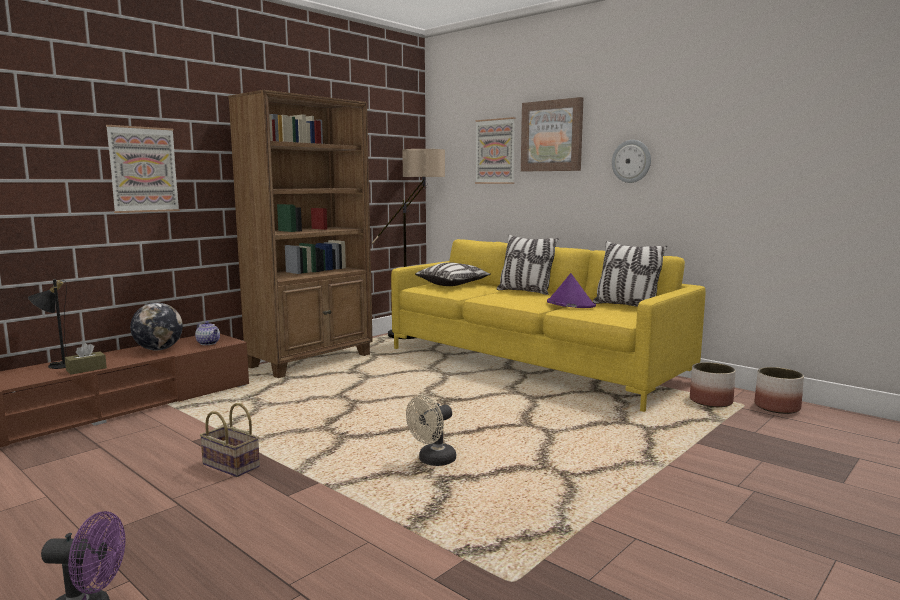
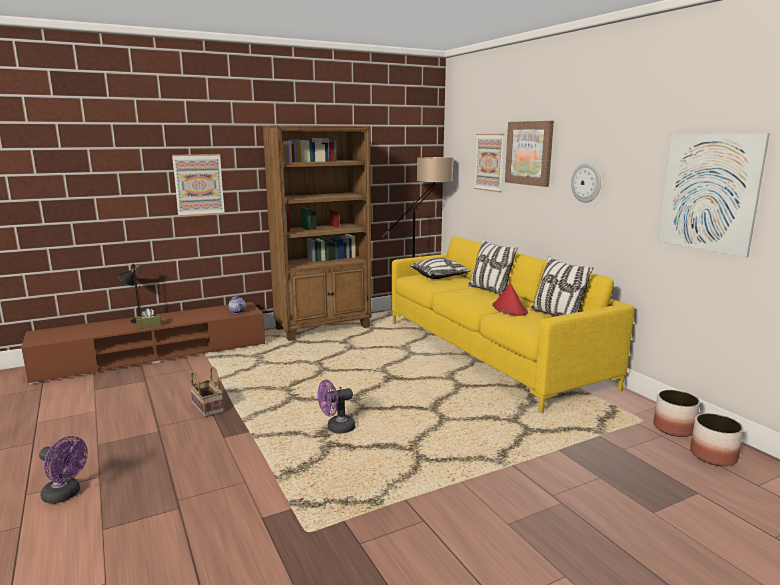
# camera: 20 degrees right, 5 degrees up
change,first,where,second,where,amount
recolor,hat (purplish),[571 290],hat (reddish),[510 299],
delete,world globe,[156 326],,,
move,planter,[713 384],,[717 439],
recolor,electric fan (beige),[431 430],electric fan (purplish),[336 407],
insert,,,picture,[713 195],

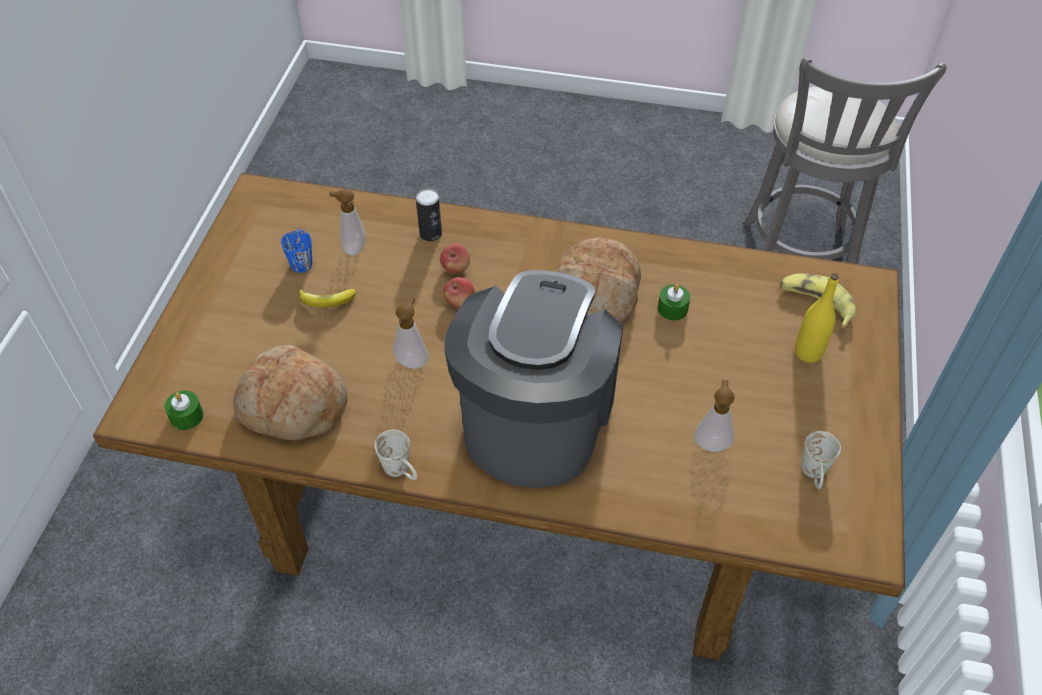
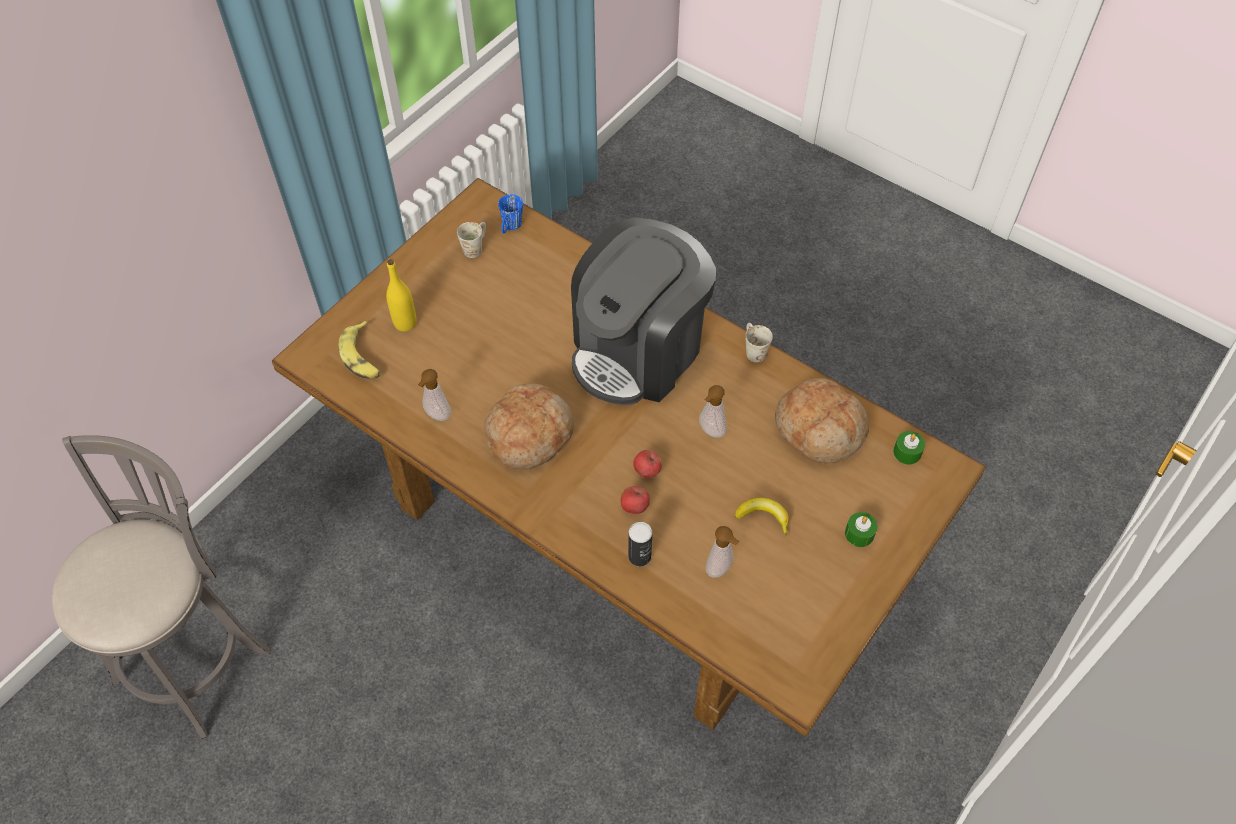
# camera: 155 degrees left, 5 degrees up
change,first,where,second,where,amount
move,mug (blue-coloured),[296 250],,[510 214],
move,candle (green-coloured),[674 302],,[861 529],
move,liquid soap bottle,[714 416],,[434 395],

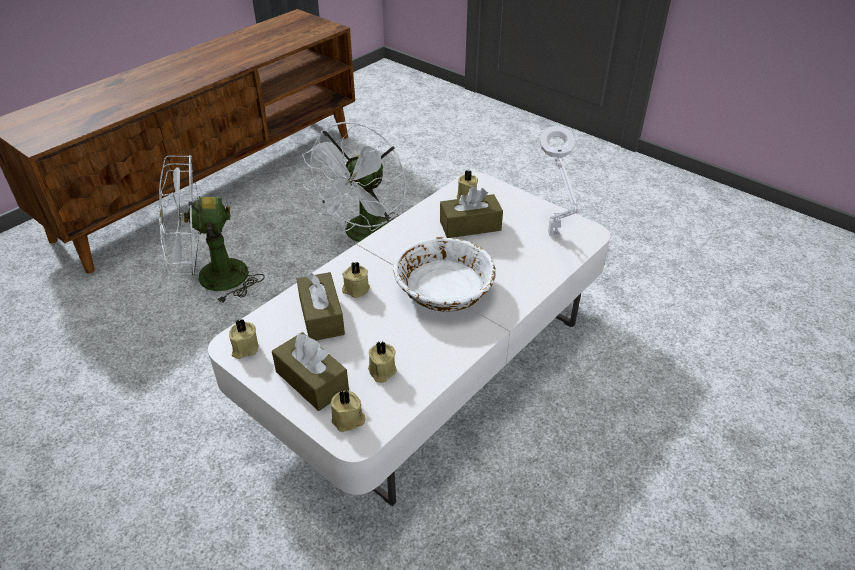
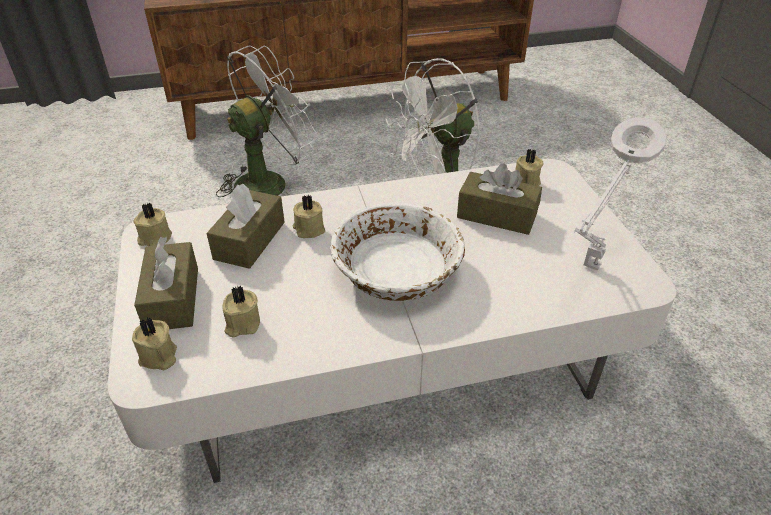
# camera: 35 degrees right, 0 degrees up
change,first,where,second,where,amount
rotate,electric fan (white),[211 230],,[267 121],120 degrees clockwise

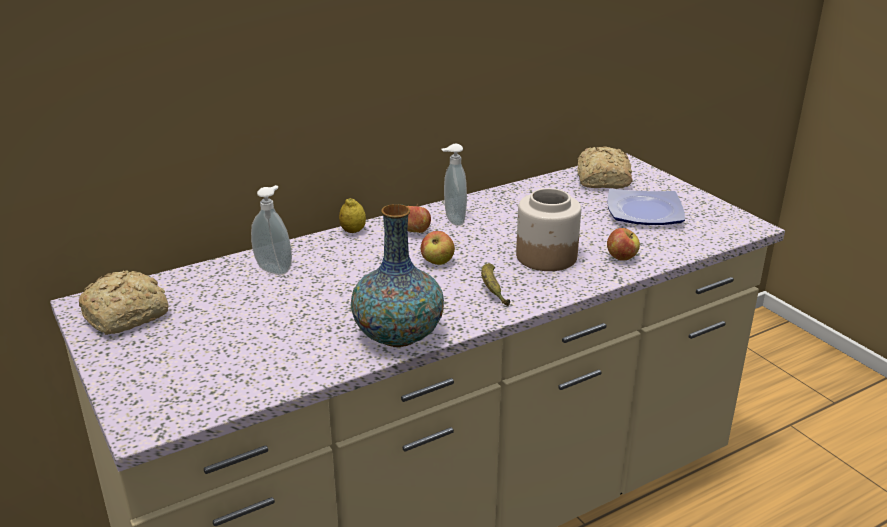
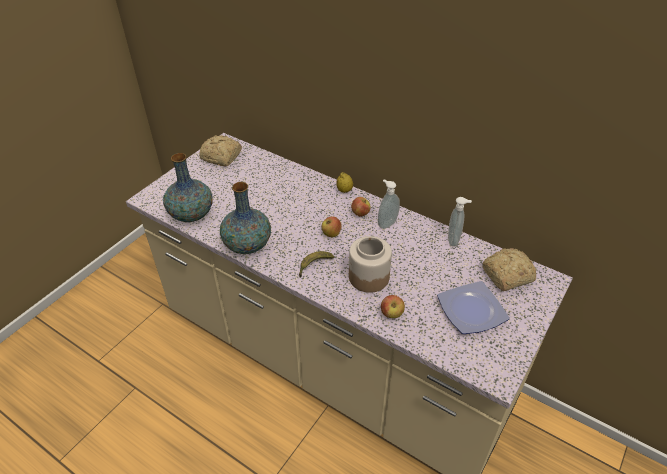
# camera: 65 degrees right, 15 degrees up
change,first,where,second,where,amount
move,liquid soap bottle,[271 230],,[460 222],
insert,,,decorative vase,[188 187],

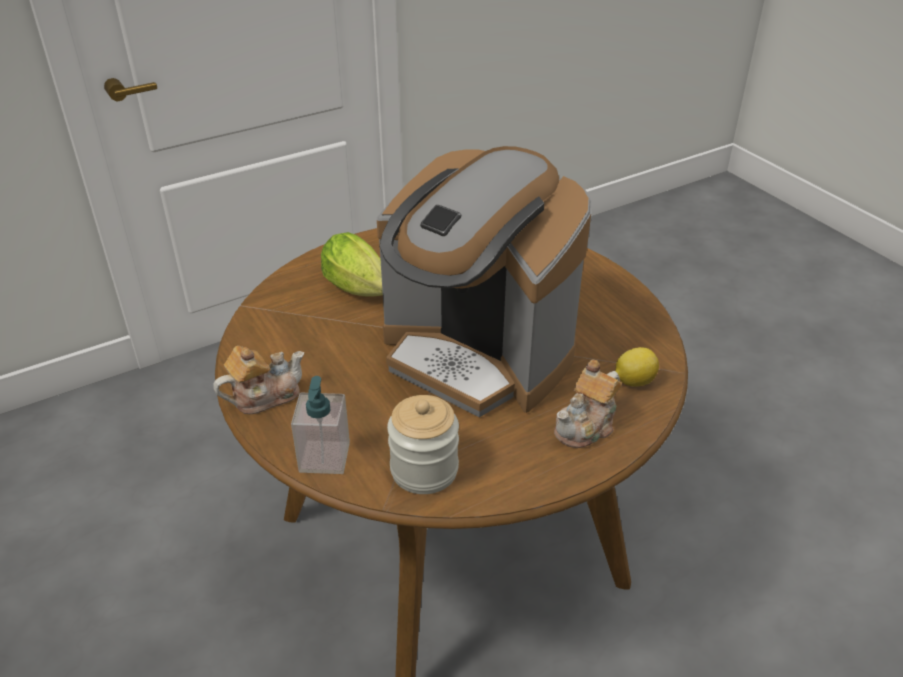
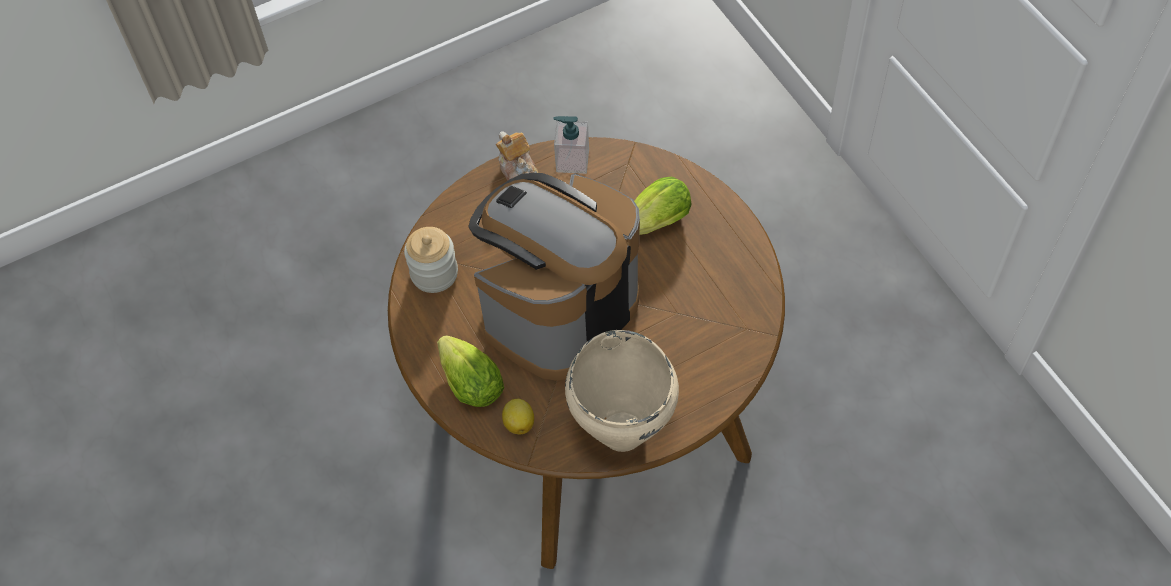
# camera: 95 degrees right, 20 degrees up
change,first,where,second,where,amount
replace,pot for tea,[588 403],lettuce head,[470 371],
move,liquid soap bottle,[320 425],,[571 145],
insert,,,saucepot (beige),[622 391],

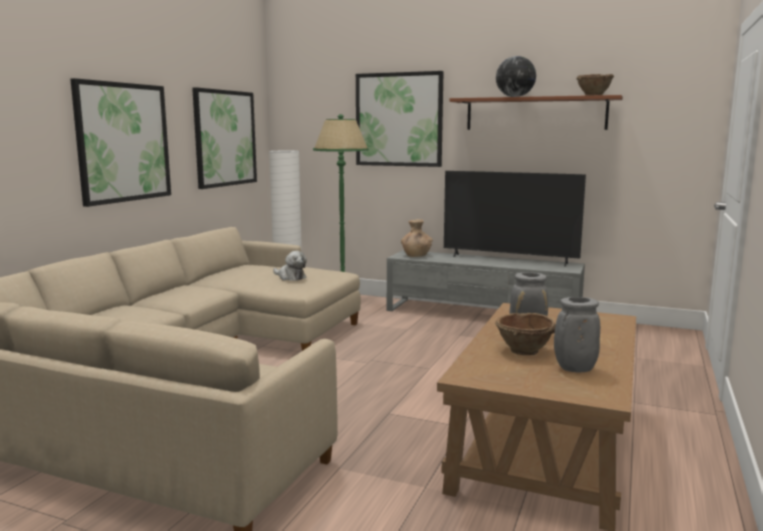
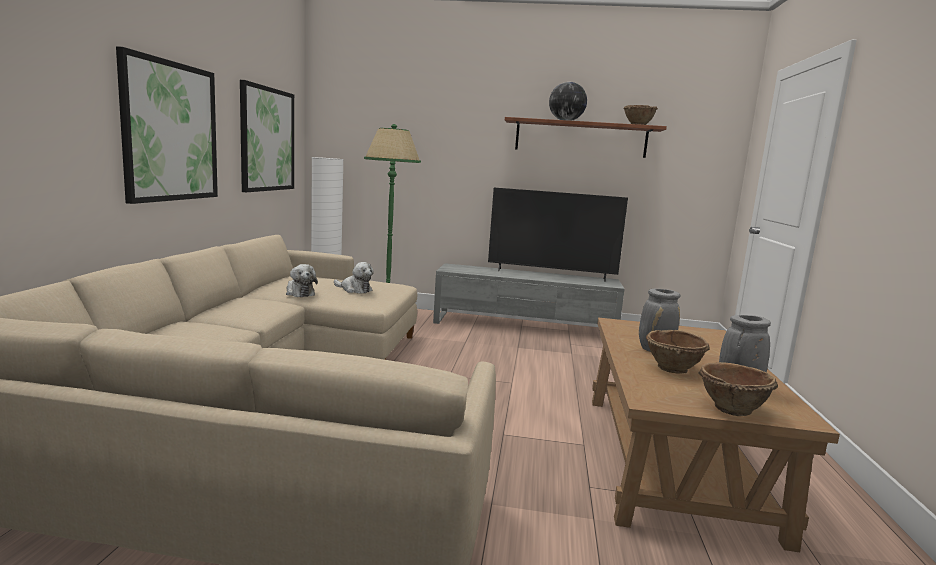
# camera: 15 degrees left, 0 degrees up
change,first,where,second,where,amount
delete,picture,[400 119],,,
delete,decorative vase (brownish),[417 238],,,
insert,,,soft toy,[302 280],
insert,,,bowl (brownish),[738 389],

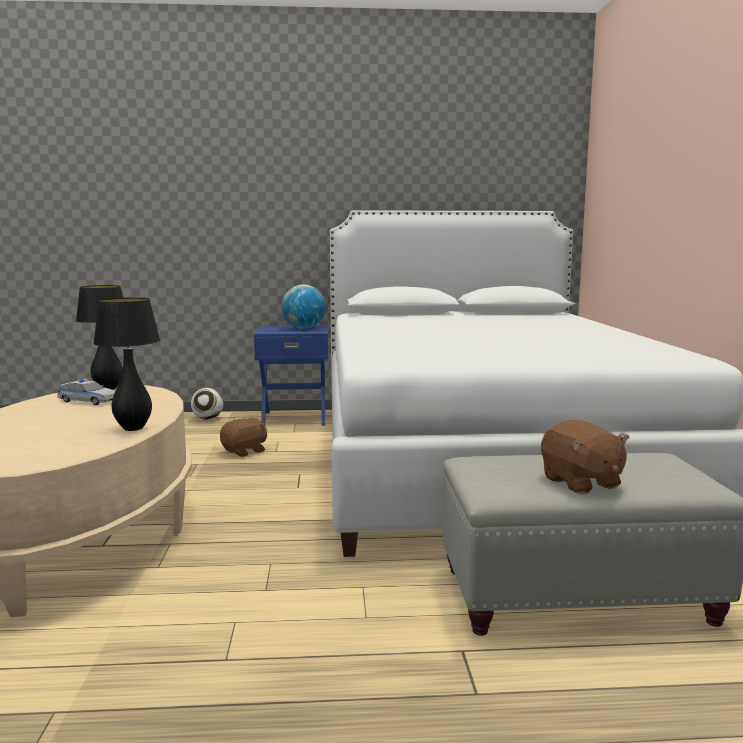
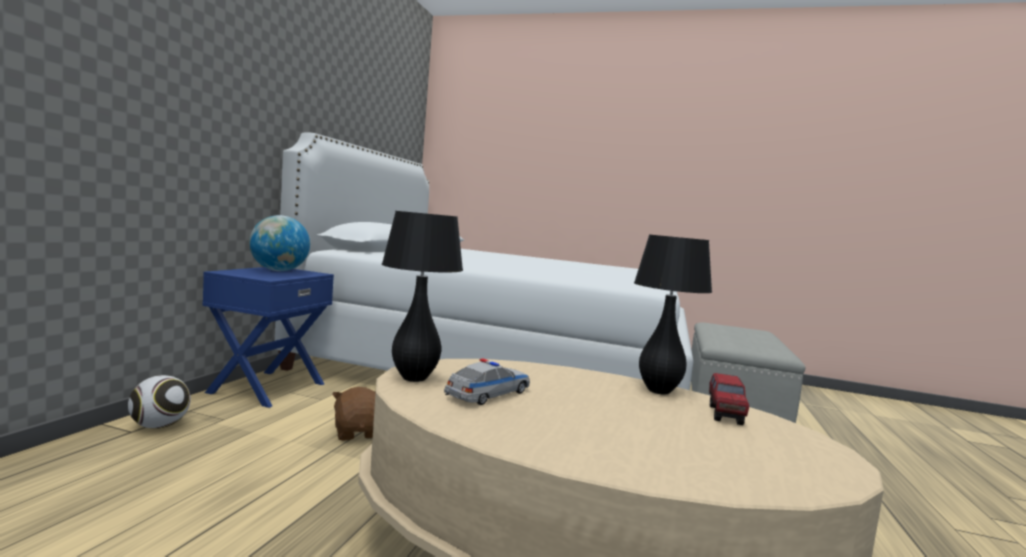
# camera: 70 degrees left, 5 degrees down
change,first,where,second,where,amount
delete,soft toy (brownish),[585 456],,,
insert,,,toy lorry,[729 399],

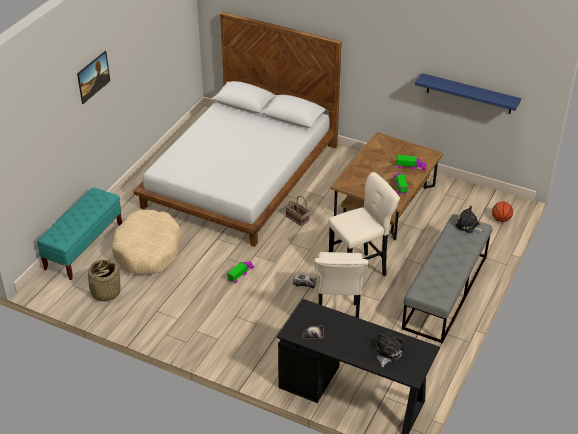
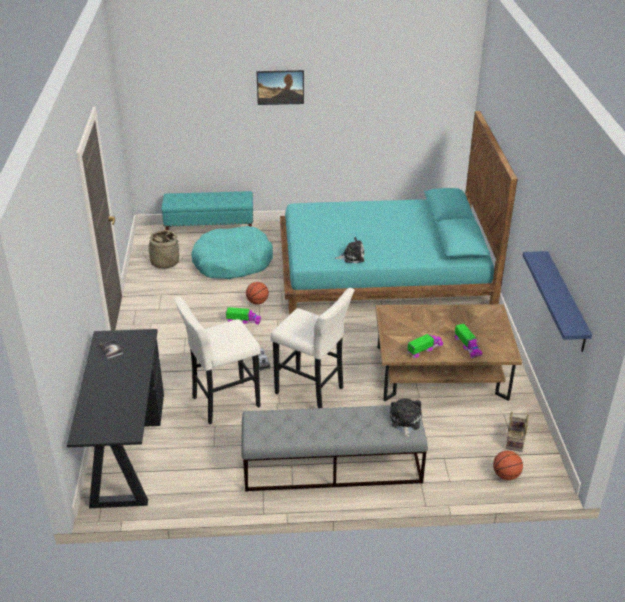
# camera: 60 degrees right, 5 degrees down
change,first,where,second,where,amount
recolor,bedroom bed (white),[237 129],bedroom bed (turquoise-coloured),[399 213],
move,household basket,[298 211],,[517 431],
recolor,dog cushion (beige),[146 242],dog cushion (turquoise-coloured),[232 252],
move,soft toy,[388 349],,[349 250],
insert,,,basketball ball,[257 293],

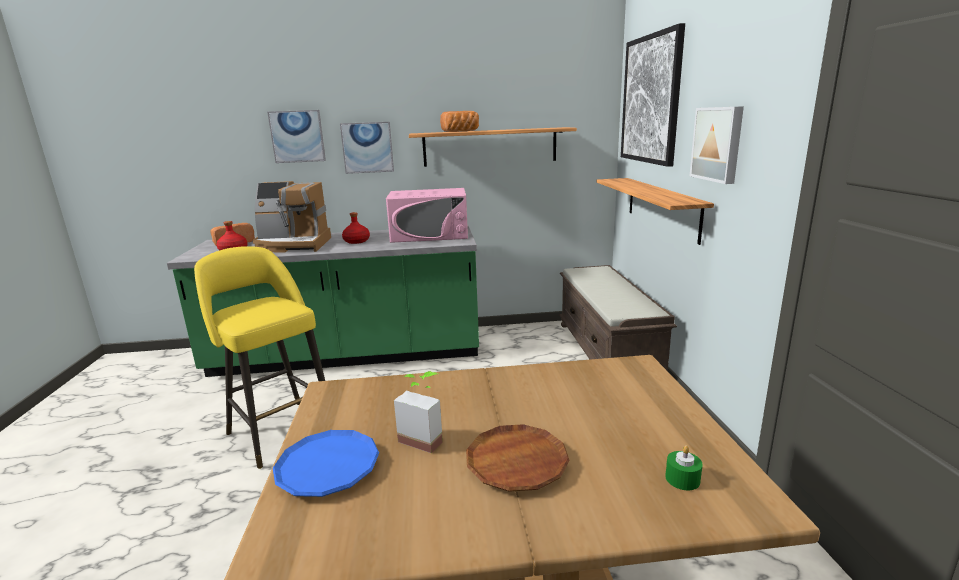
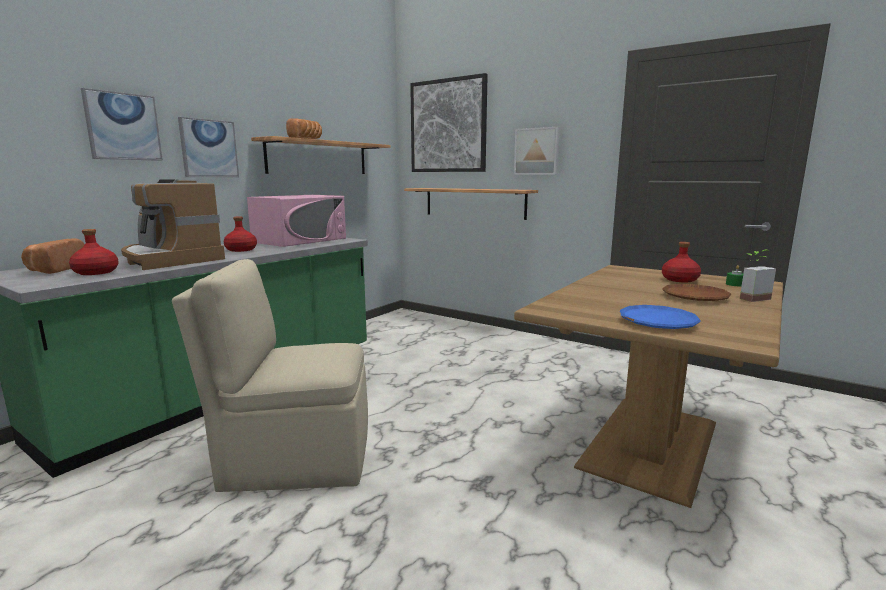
# camera: 50 degrees left, 5 degrees down
change,first,where,second,where,amount
rotate,coffee brewer,[292 217],,[173 224],90 degrees clockwise
replace,stool seat (yellow),[259 357],upright chair (beige),[270 375],
delete,indoor bench (brownish),[618 318],,,
move,potted plant,[418 412],,[758 276],
insert,,,beverage bottle (reddish),[681 262],

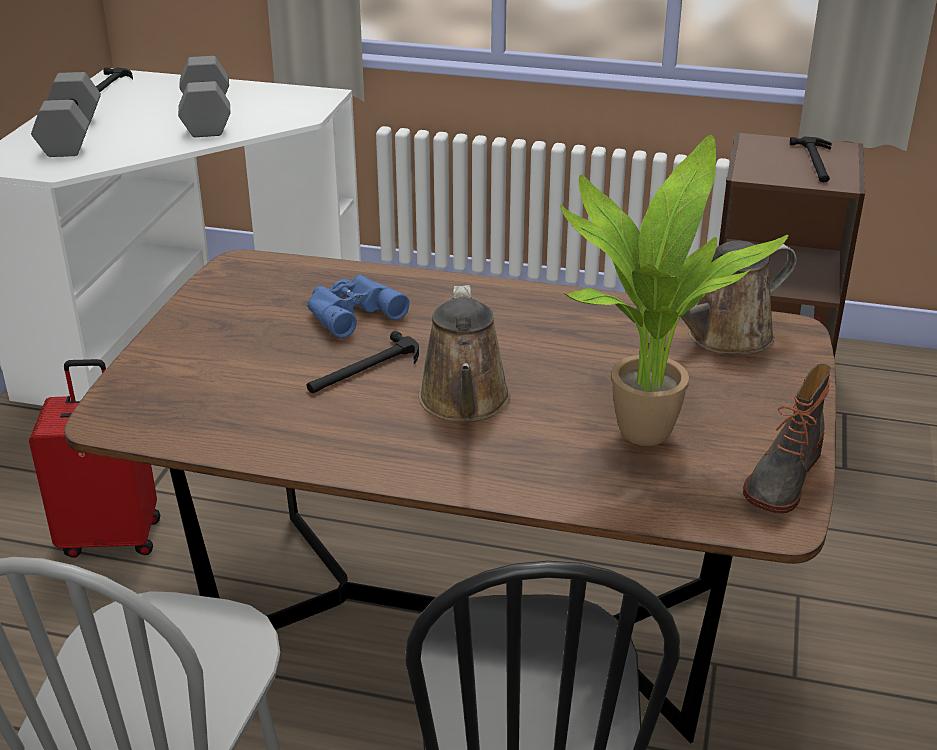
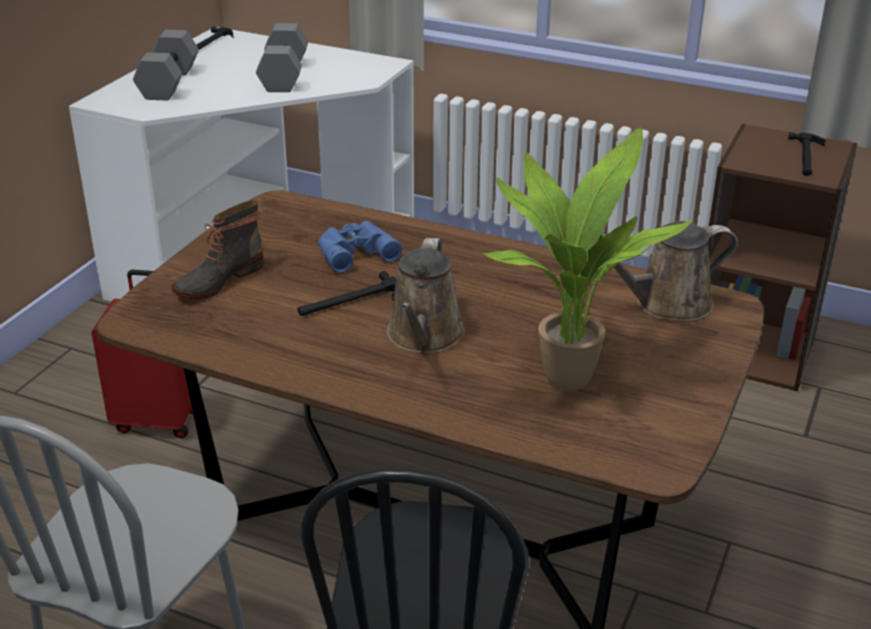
# camera: 10 degrees right, 0 degrees up
change,first,where,second,where,amount
move,high-top boot,[787 439],,[217 249],

